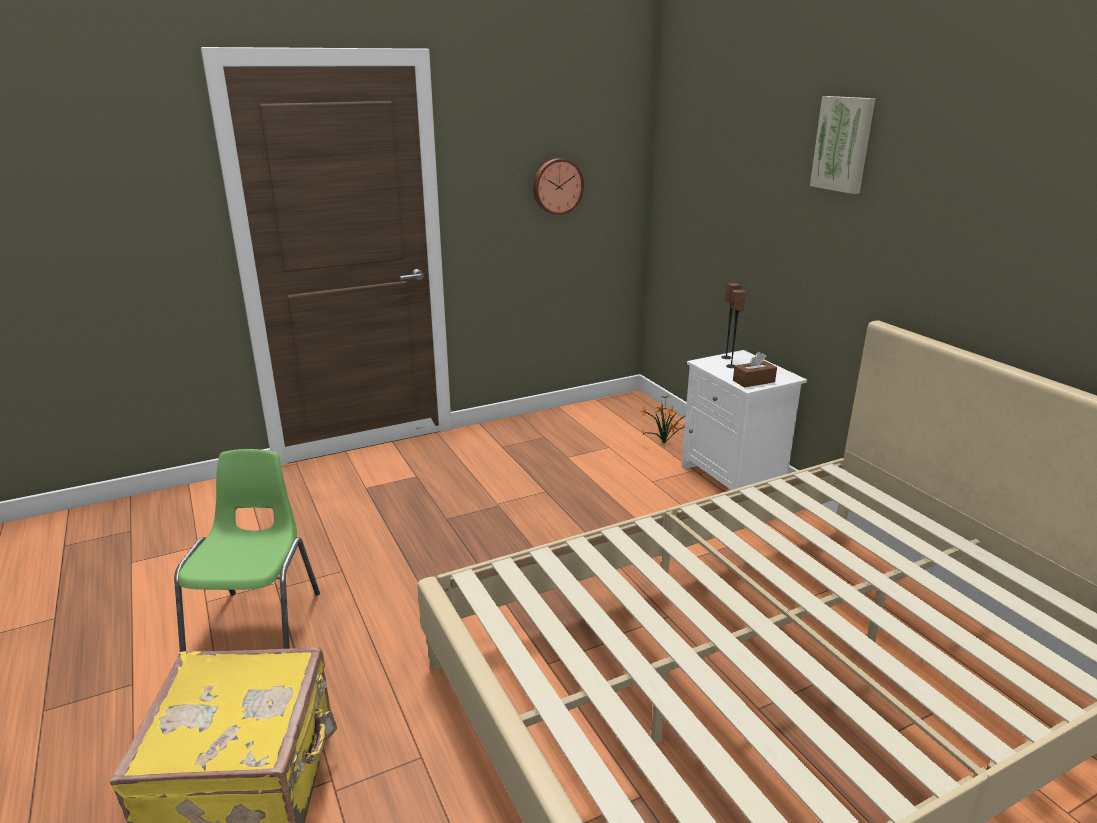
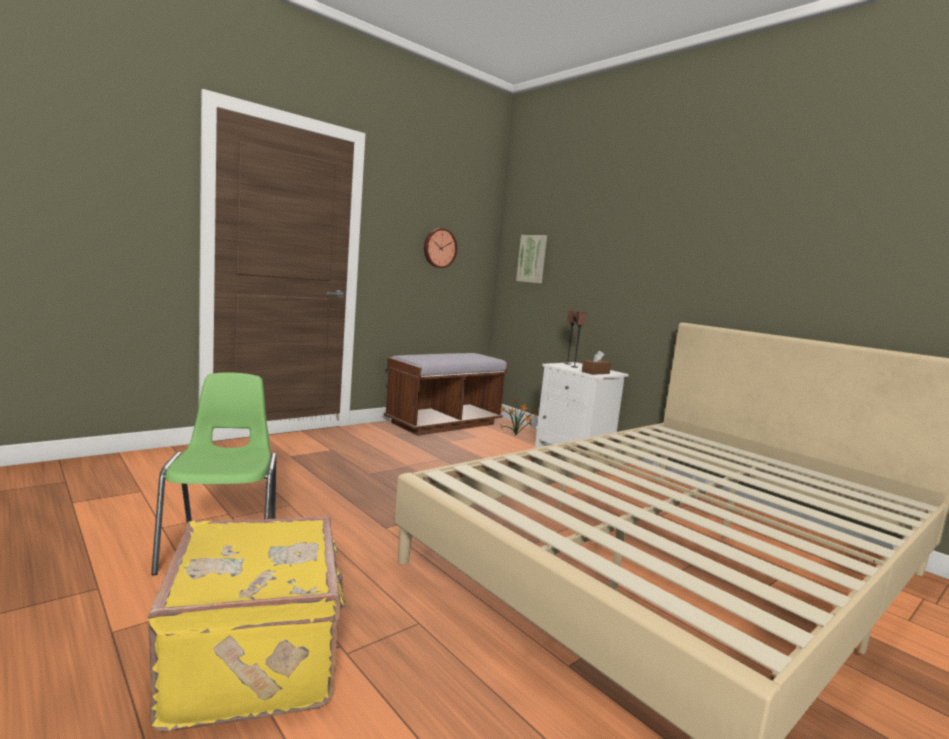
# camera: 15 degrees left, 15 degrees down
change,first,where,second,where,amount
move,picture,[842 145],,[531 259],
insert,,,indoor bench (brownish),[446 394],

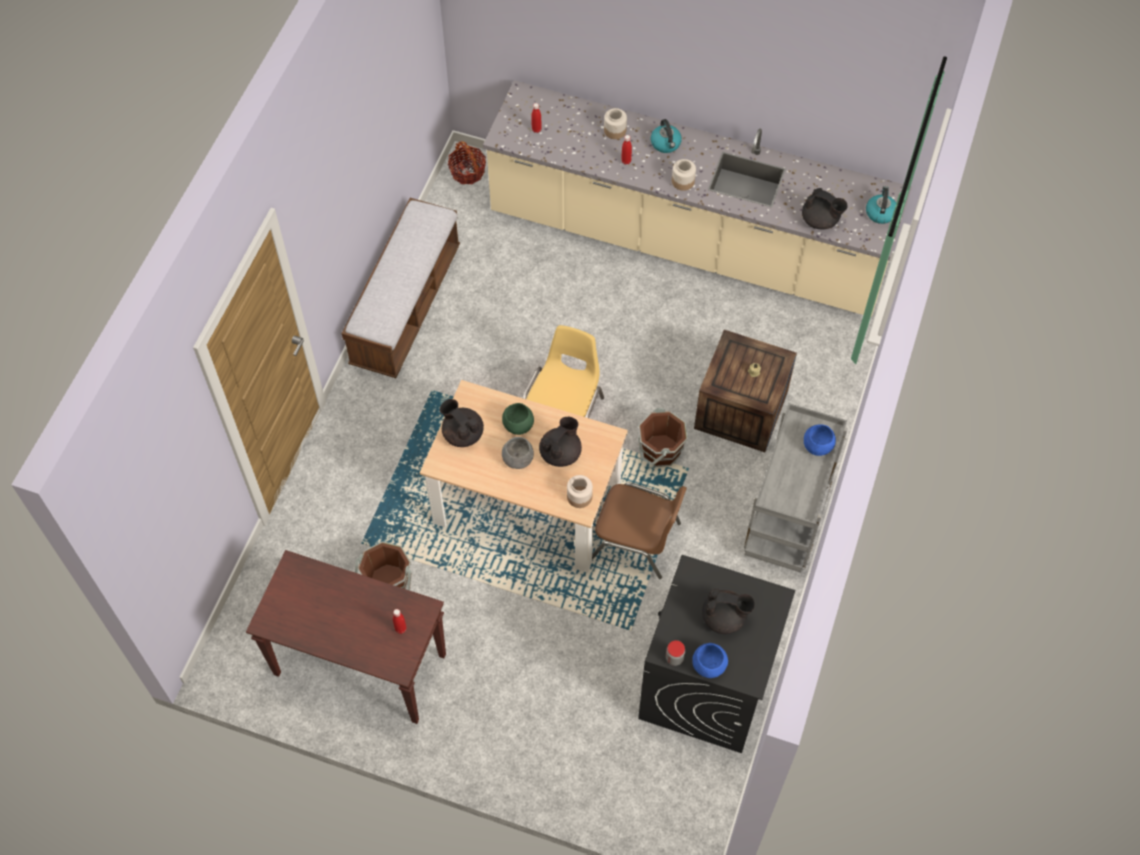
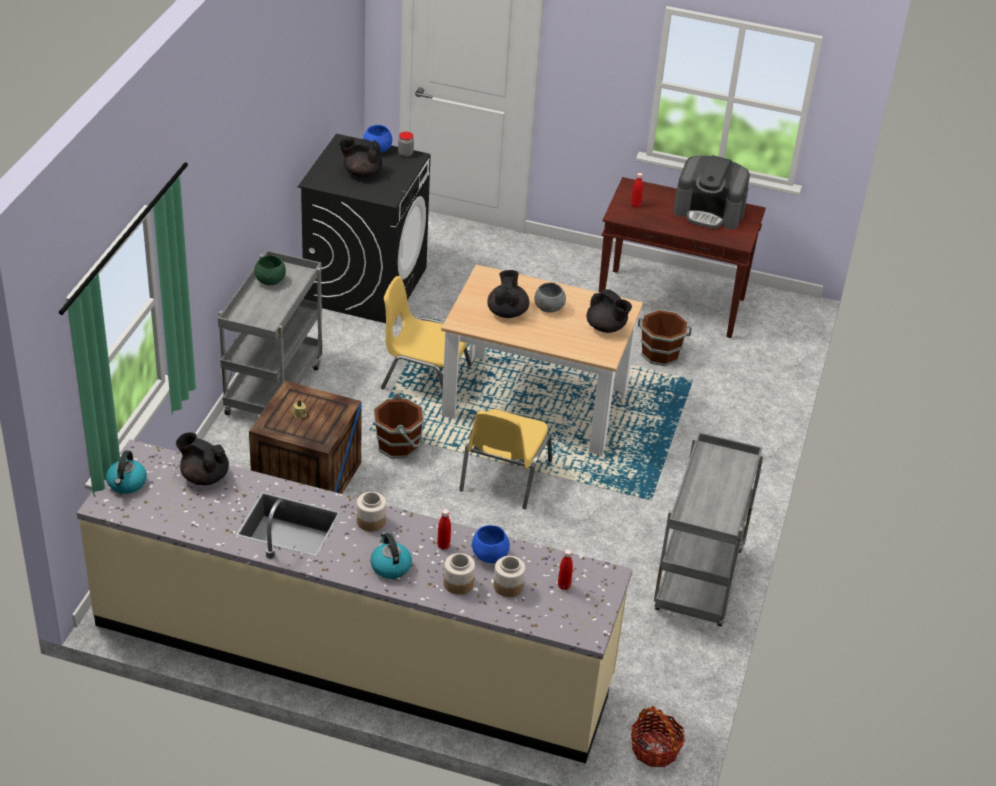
# camera: 175 degrees right, 20 degrees down
change,first,where,second,where,amount
replace,indoor bench,[400 288],cart (gray),[709 529],
move,bowl (green-coloured),[518 419],,[270 270],
rotate,pot for tea (blackish),[560 442],,[508 294],150 degrees clockwise
move,bowl (blue-coloured),[820 440],,[491 544],
move,jar,[580 491],,[509 576],
recolor,upright chair (brownish),[639 531],upright chair (yellow),[426 333],
insert,,,coffee brewer,[711 192],

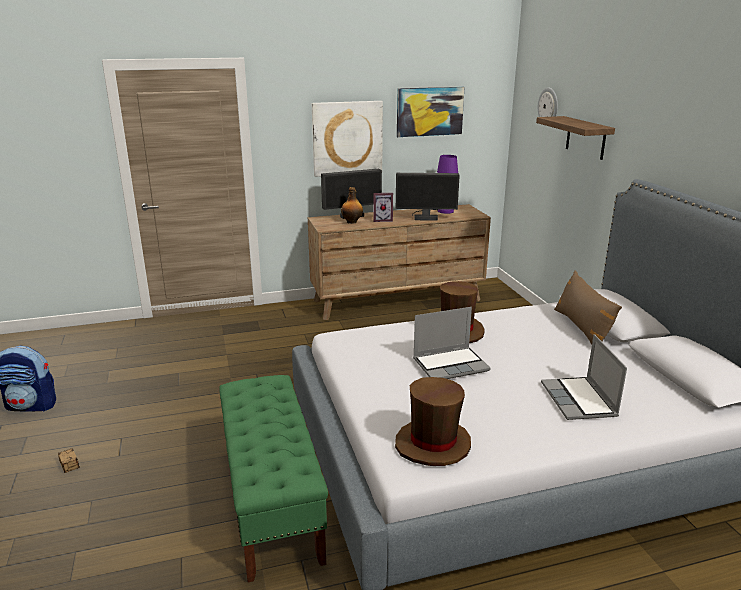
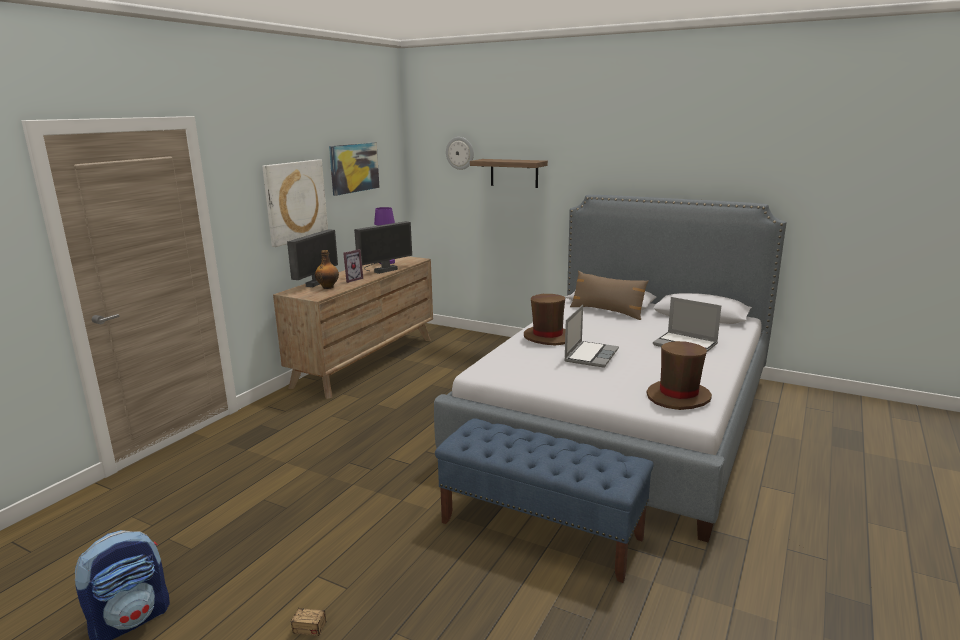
# camera: 45 degrees left, 5 degrees down
change,first,where,second,where,amount
recolor,indoor bench (green-coloured),[273 478],indoor bench (blue-coloured),[544 500],

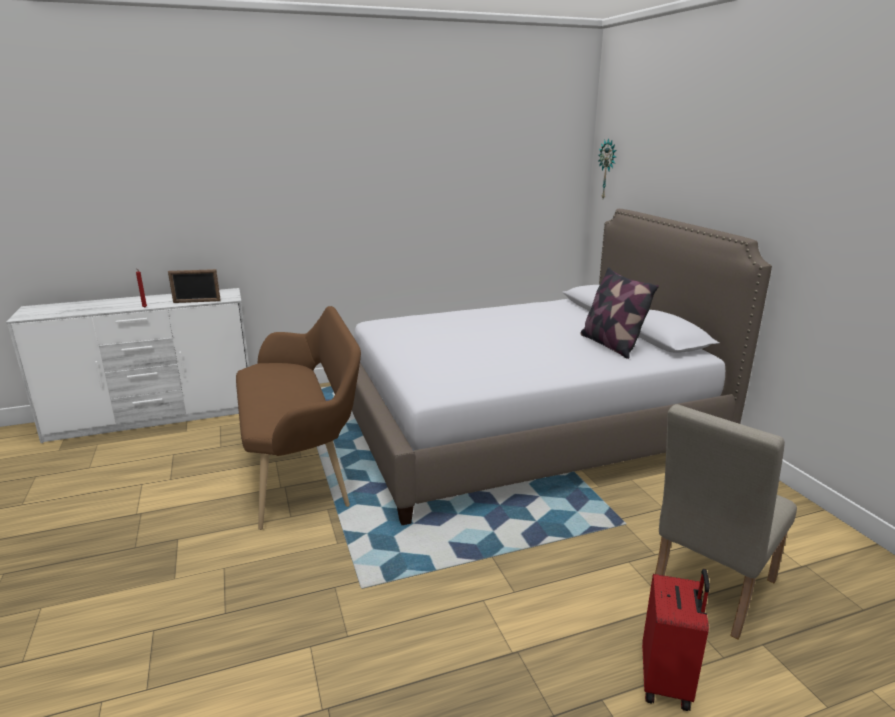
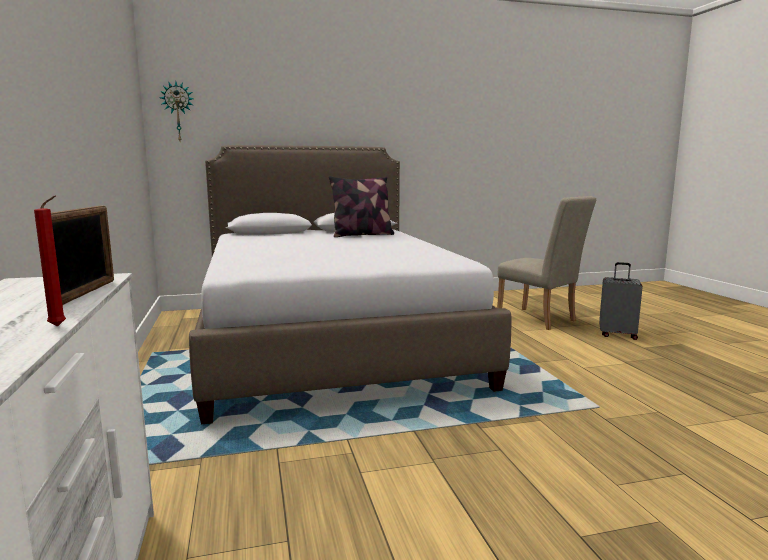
# camera: 85 degrees left, 10 degrees down
change,first,where,second,where,amount
delete,indoor bench (brownish),[298 418],,,
recolor,travel case (reddish),[676 640],travel case (gray),[621 301],

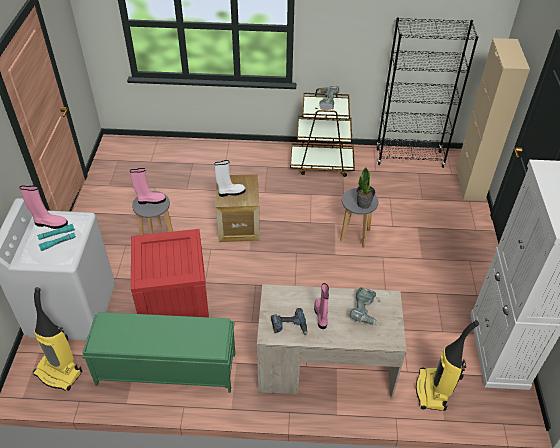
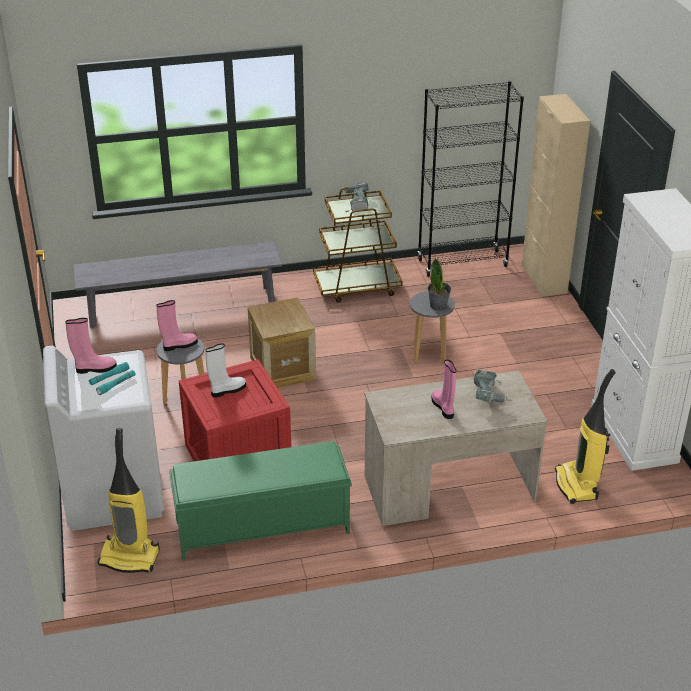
# camera: 15 degrees left, 10 degrees down
change,first,where,second,where,amount
move,high-top boot (white),[229 178],,[225 370],
delete,drill,[289 321],,,
insert,,,indoor bench (gray),[177 284],

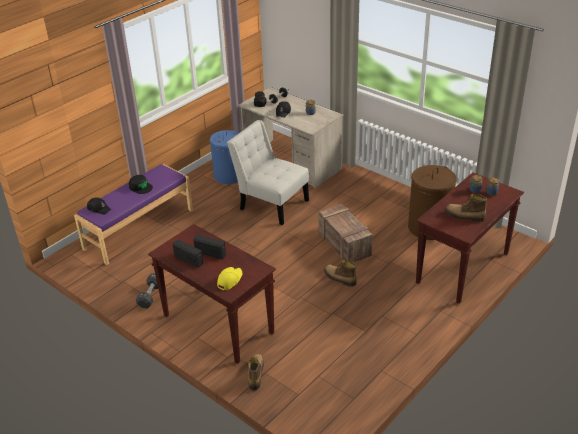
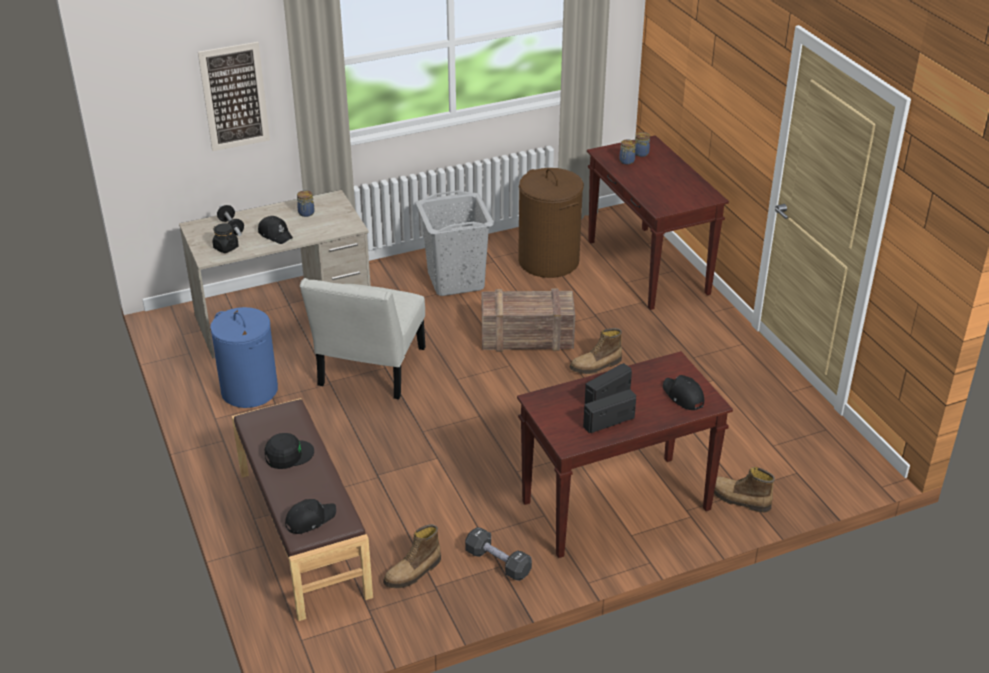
# camera: 65 degrees left, 0 degrees up
change,first,where,second,where,amount
rotate,upright chair (white),[268 172],,[362 338],45 degrees counterclockwise
recolor,indoor bench (purplish),[133 214],indoor bench (brownish),[302 509],
move,high-top boot,[466 207],,[412 556],
recolor,baseball cap (yellow),[230 278],baseball cap (blackish),[683 392],
insert,,,picture,[234 96],
insert,,,hamper (gray),[455 243],

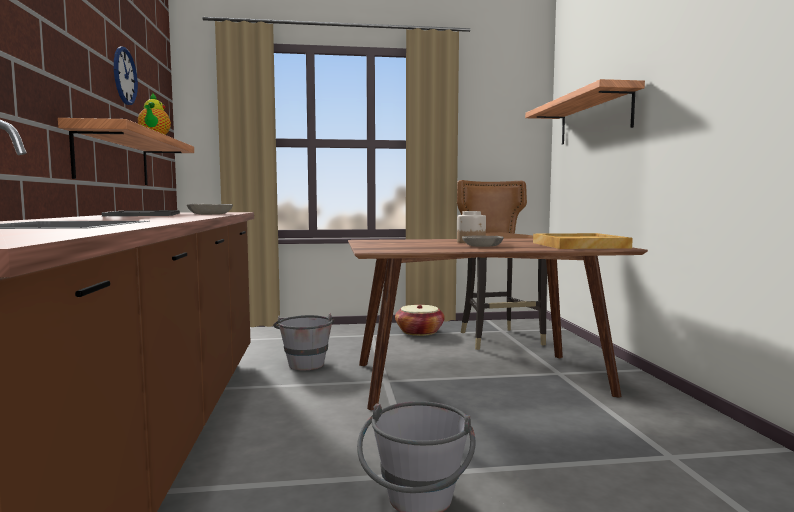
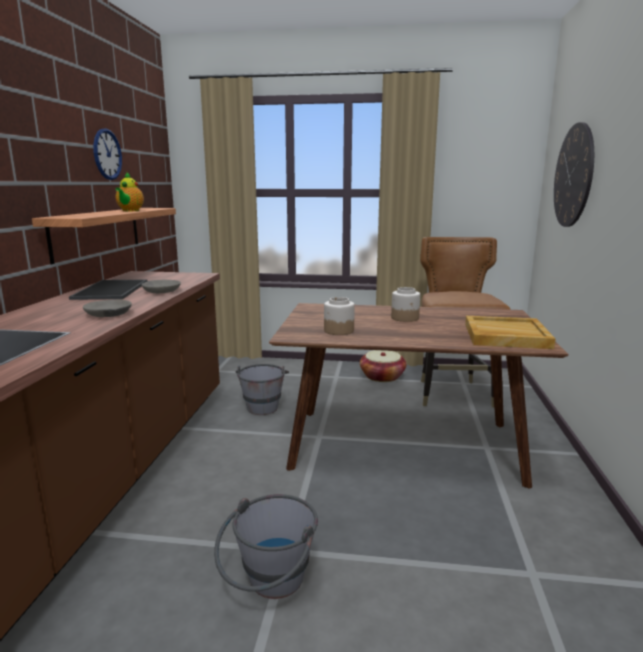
# camera: 15 degrees right, 10 degrees up
change,first,where,second,where,amount
replace,wall shelf,[585 111],hanging clock,[574 174],
move,bowl (gray),[483 241],,[107 308],
insert,,,jar,[339 316],

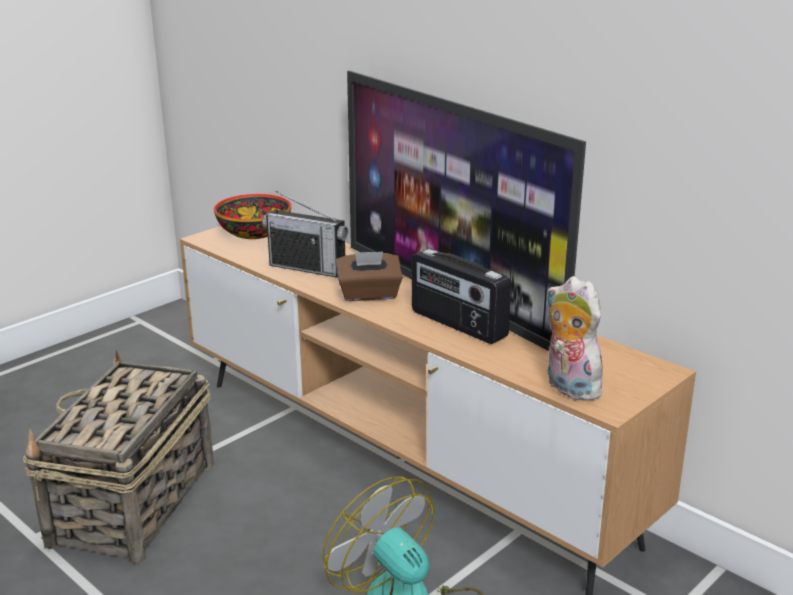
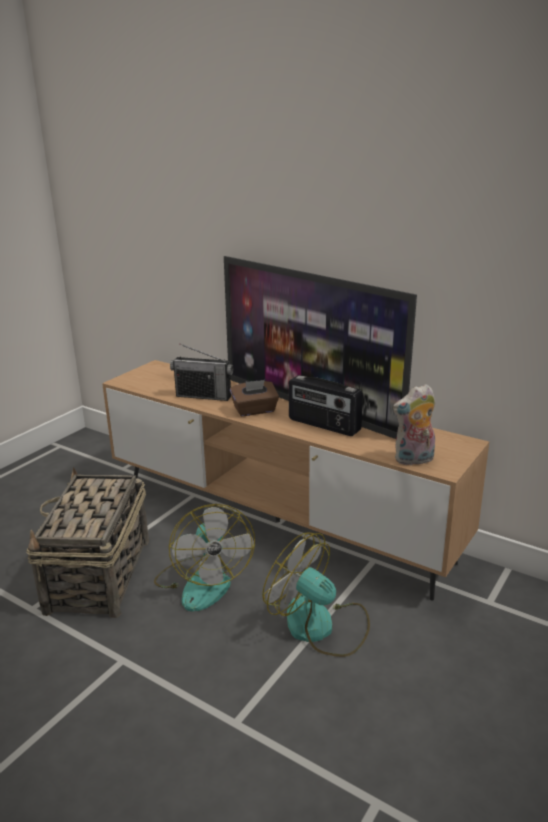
# camera: 10 degrees left, 0 degrees up
change,first,where,second,where,amount
delete,bowl,[252 216],,,
rotate,soft toy,[578 338],,[414 425],60 degrees counterclockwise
insert,,,electric fan,[204 558],

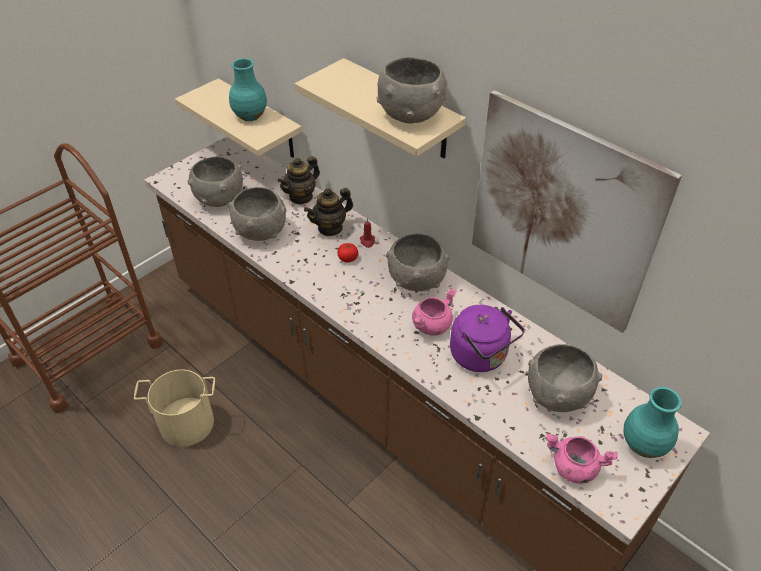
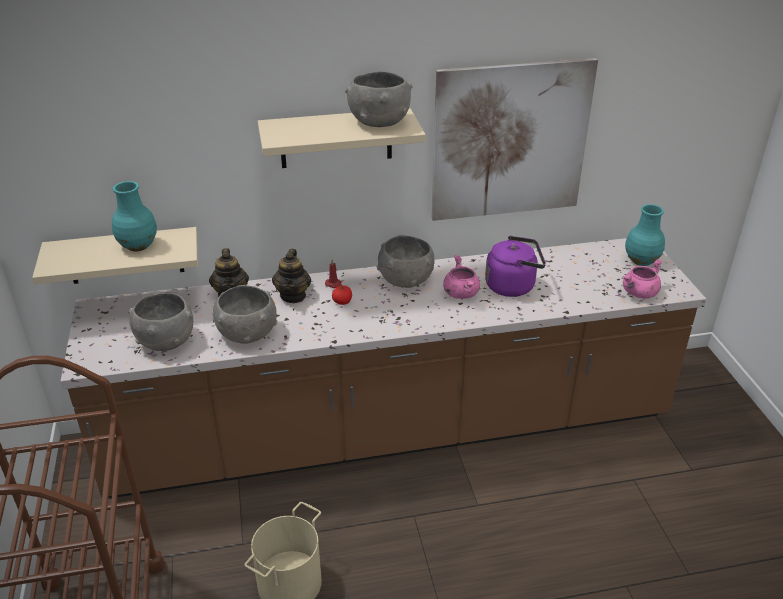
# camera: 55 degrees left, 10 degrees down
change,first,where,second,where,amount
delete,bowl (gray),[565 377],,,

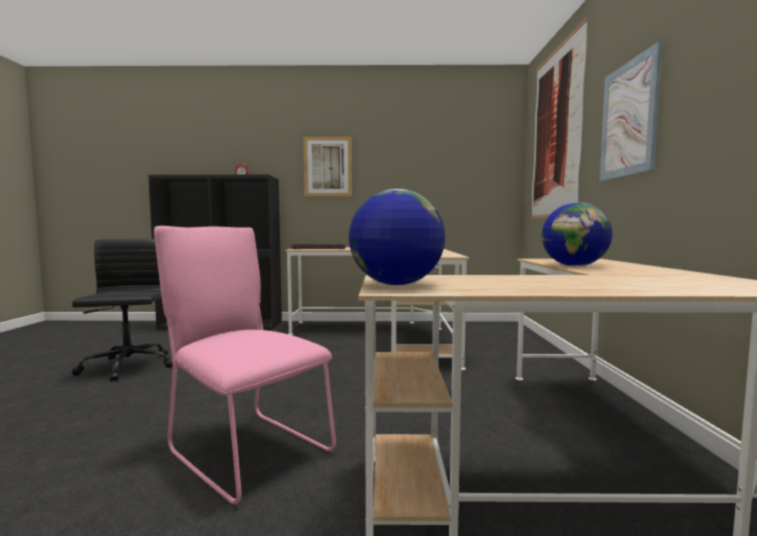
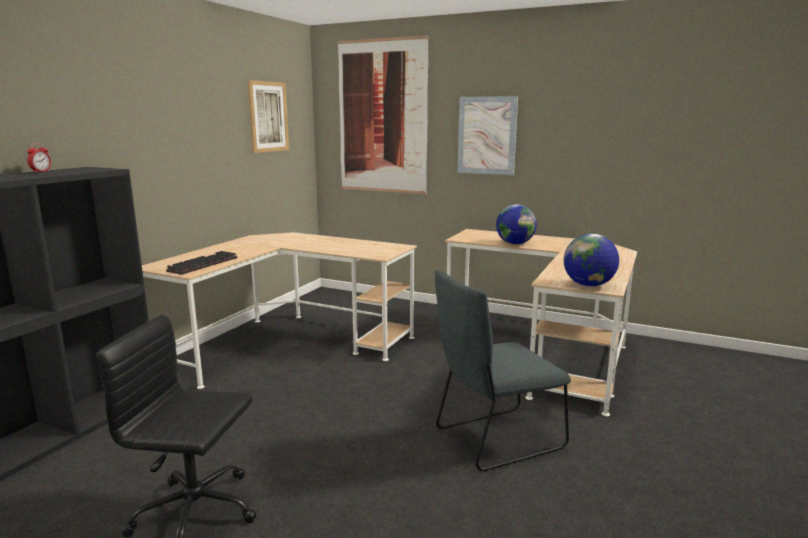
# camera: 65 degrees left, 10 degrees up
change,first,where,second,where,amount
move,picture,[327 166],,[268 116],
recolor,upright chair (pink),[245 365],upright chair (gray),[503 370],

